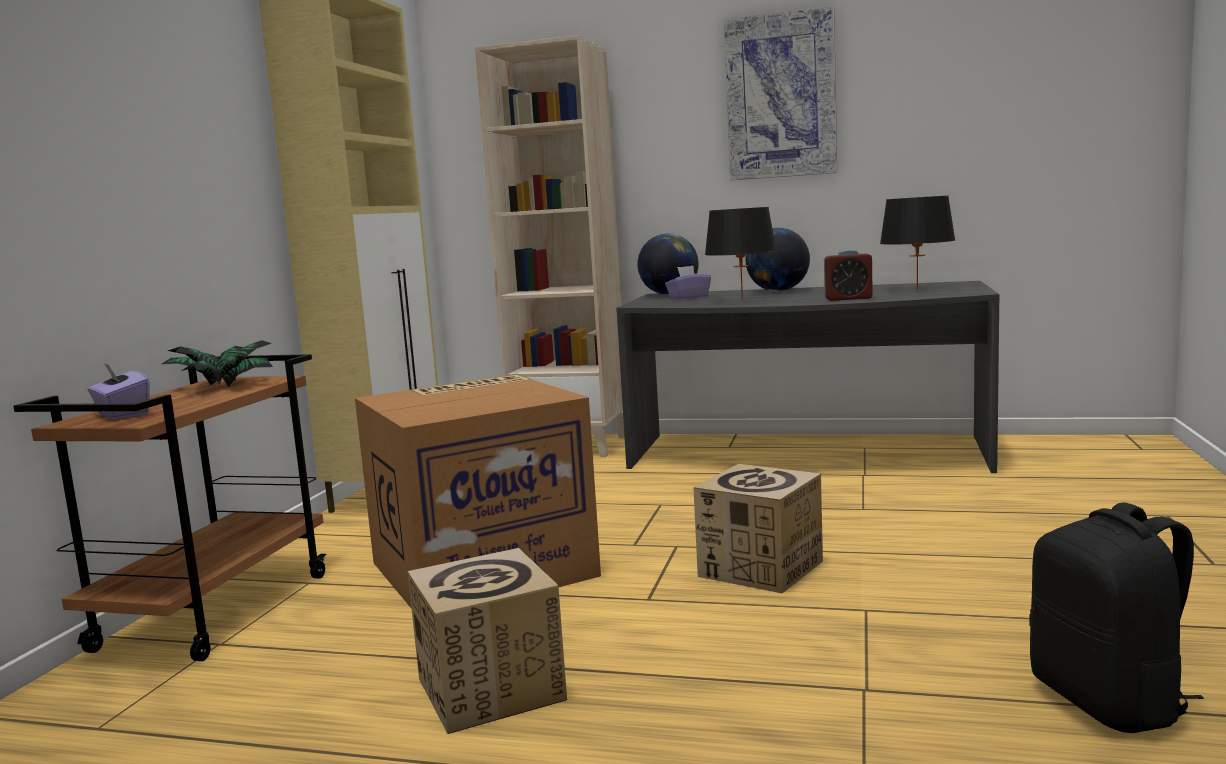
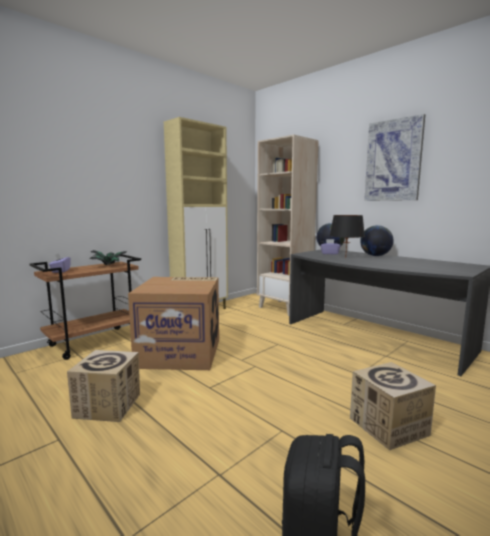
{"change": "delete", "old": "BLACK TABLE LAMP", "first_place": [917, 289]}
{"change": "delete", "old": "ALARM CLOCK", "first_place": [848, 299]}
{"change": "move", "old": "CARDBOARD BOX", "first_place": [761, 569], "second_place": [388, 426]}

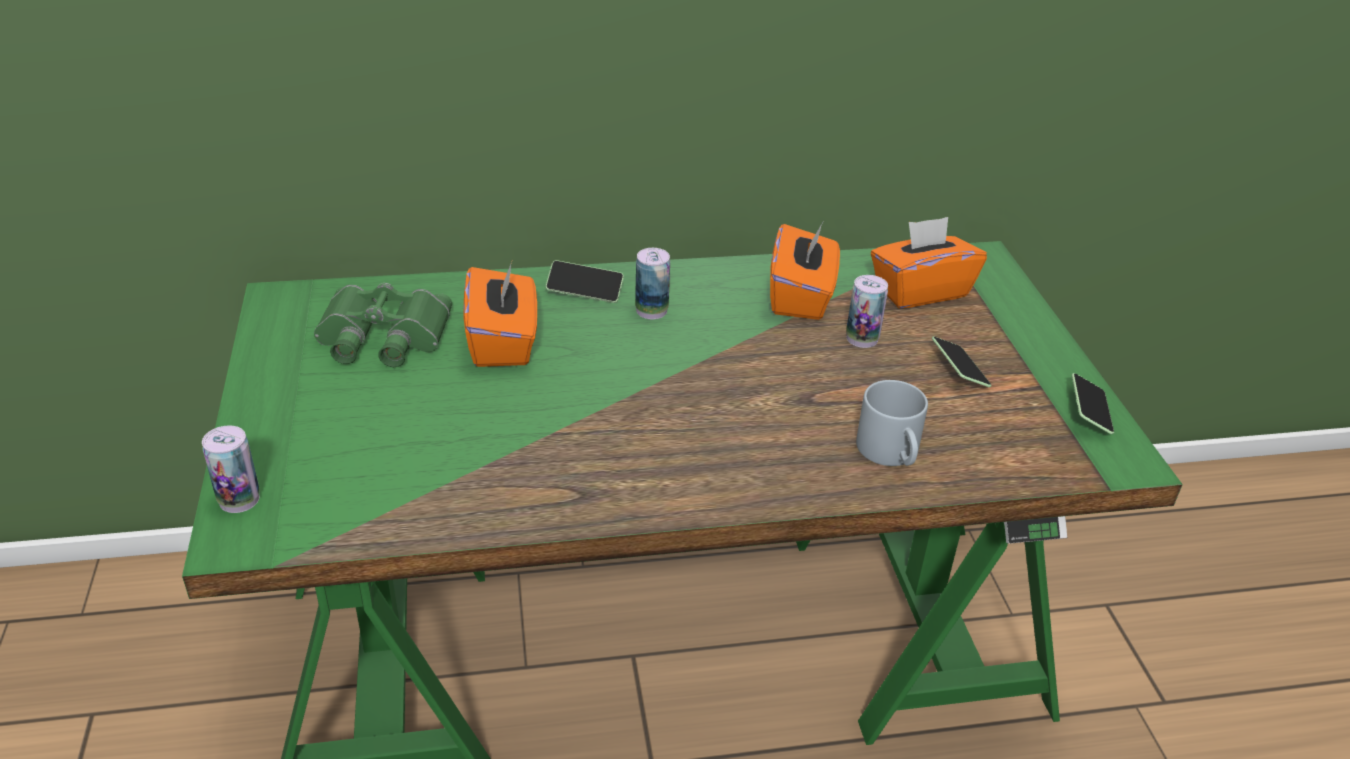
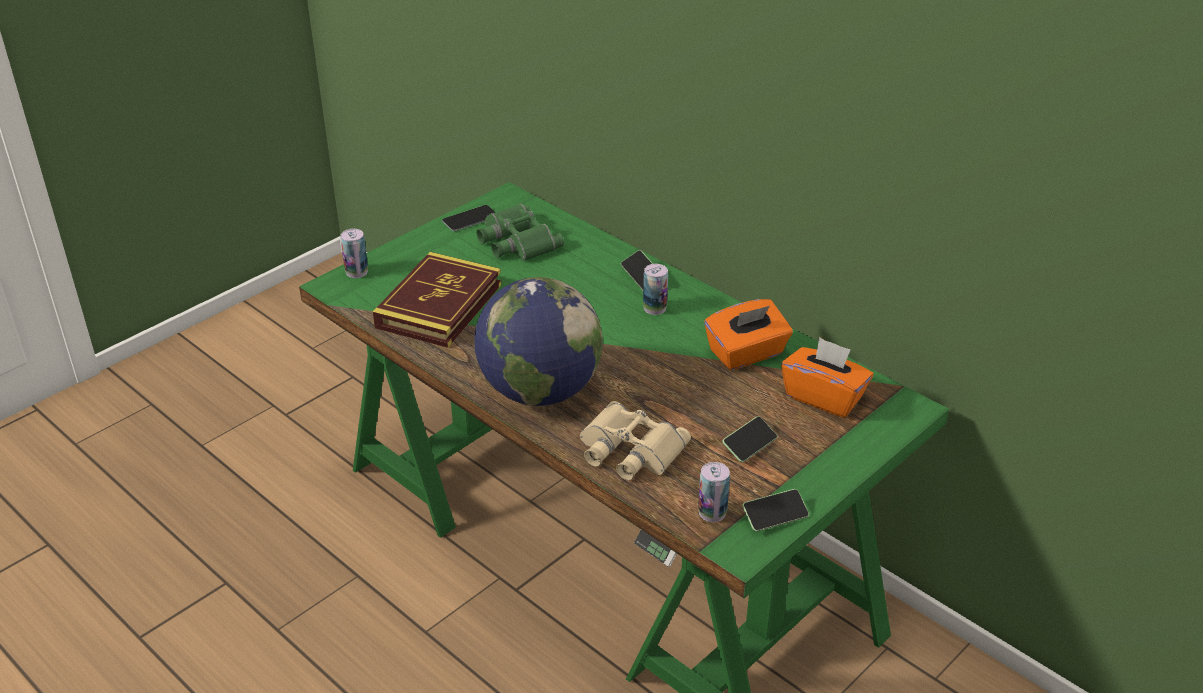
{"change": "delete", "old": "ORANGE TISSUE BOX", "first_place": [503, 342]}
{"change": "move", "old": "CAN", "first_place": [862, 338], "second_place": [712, 512]}
{"change": "replace", "old": "GREY MUG", "new": "BEIGE BINOCULARS", "first_place": [892, 453], "second_place": [628, 450]}
{"change": "insert", "new": "PHONE", "second_place": [470, 219]}
{"change": "insert", "new": "BOOK", "second_place": [439, 306]}
{"change": "insert", "new": "GLOBE", "second_place": [540, 391]}

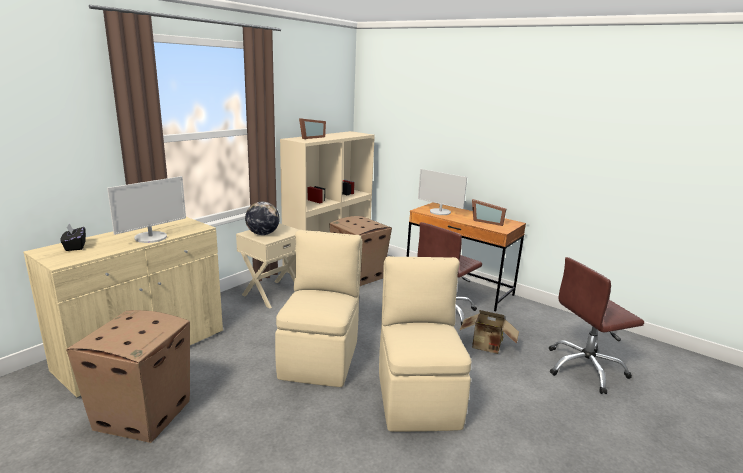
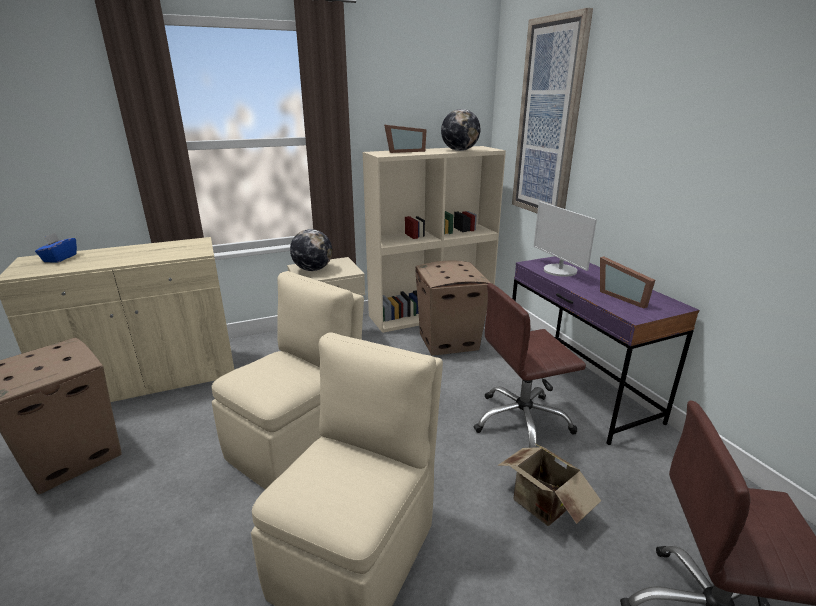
{"change": "delete", "old": "MONITOR", "first_place": [151, 237]}
{"change": "recolor", "old": "BROWN DESK", "new": "PURPLE DESK", "first_place": [458, 287], "second_place": [577, 388]}
{"change": "recolor", "old": "BLACK TISSUE BOX", "new": "BLUE TISSUE BOX", "first_place": [75, 246], "second_place": [60, 258]}
{"change": "insert", "new": "PICTURE", "second_place": [548, 121]}
{"change": "insert", "new": "GLOBE", "second_place": [459, 150]}

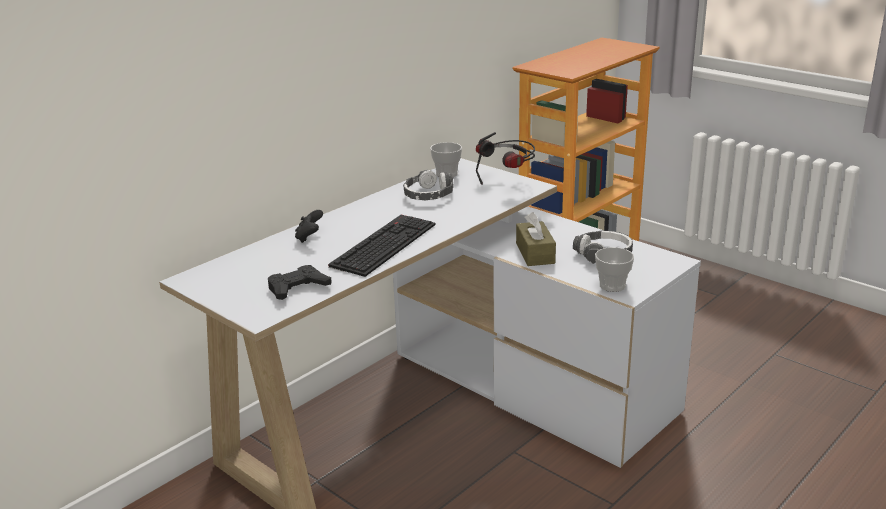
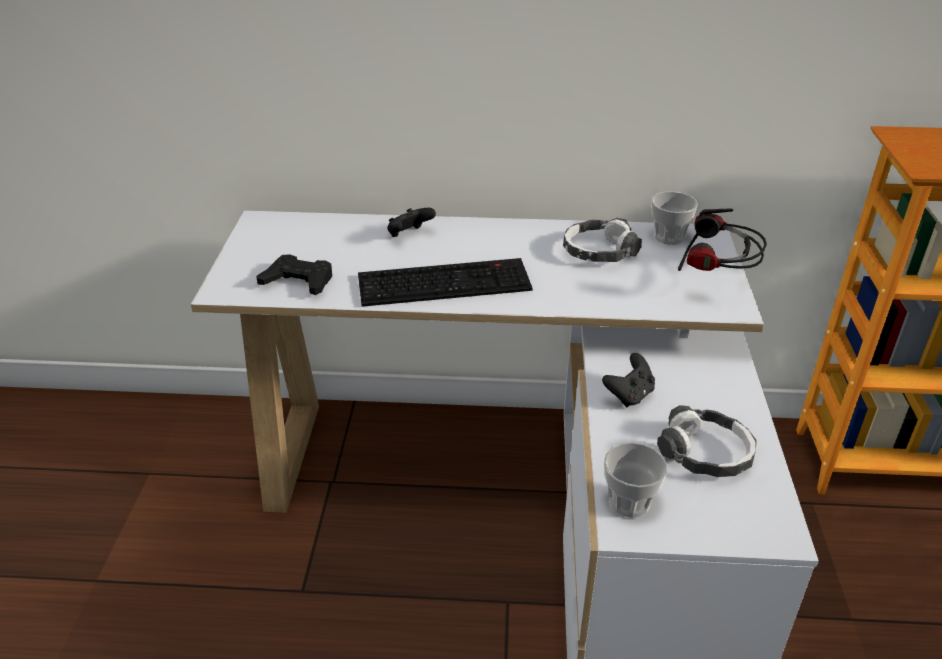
{"change": "replace", "old": "BROWN TISSUE BOX", "new": "BLACK GAME CONTROLLER", "first_place": [535, 253], "second_place": [629, 395]}

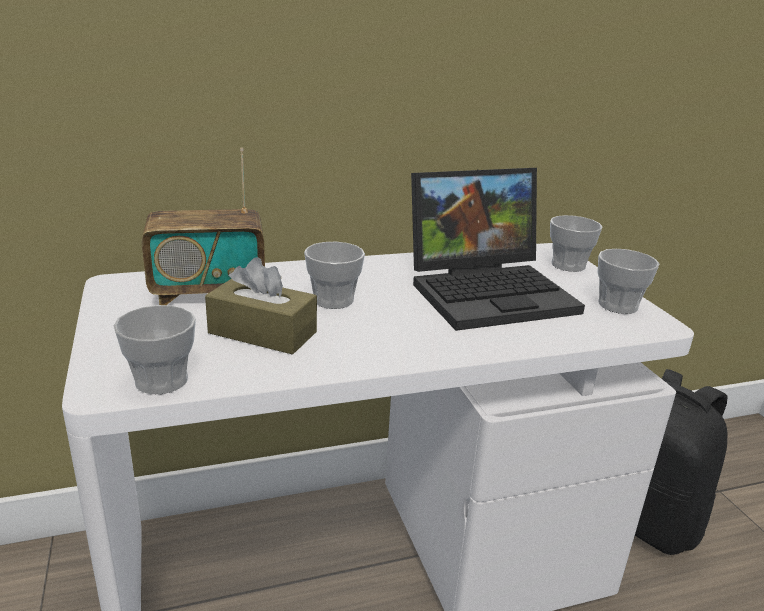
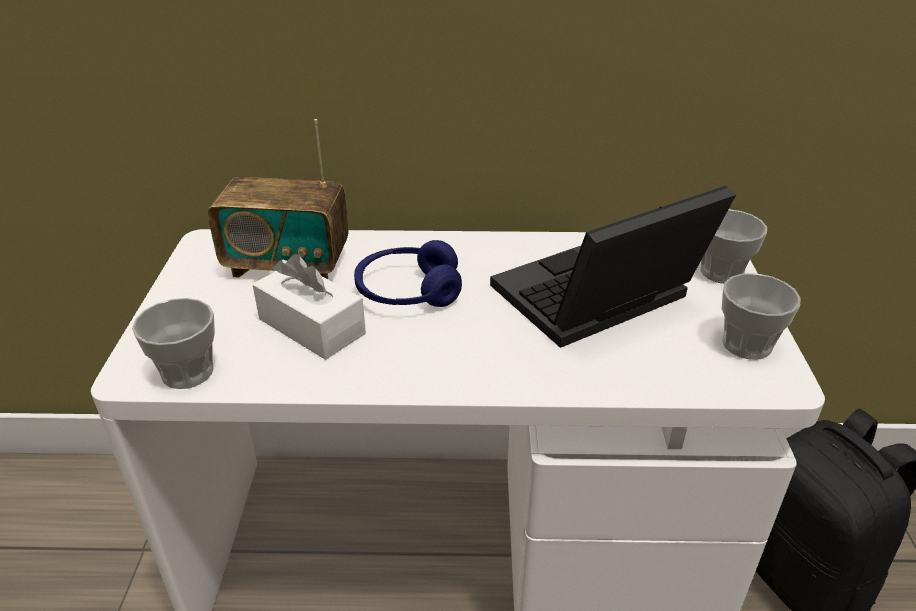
{"change": "rotate", "old": "LAPTOP", "first_place": [491, 291], "second_place": [595, 302], "degrees": 150}
{"change": "replace", "old": "CUP", "new": "BLUE HEADPHONES", "first_place": [333, 300], "second_place": [408, 292]}
{"change": "recolor", "old": "BROWN TISSUE BOX", "new": "WHITE TISSUE BOX", "first_place": [262, 333], "second_place": [311, 326]}

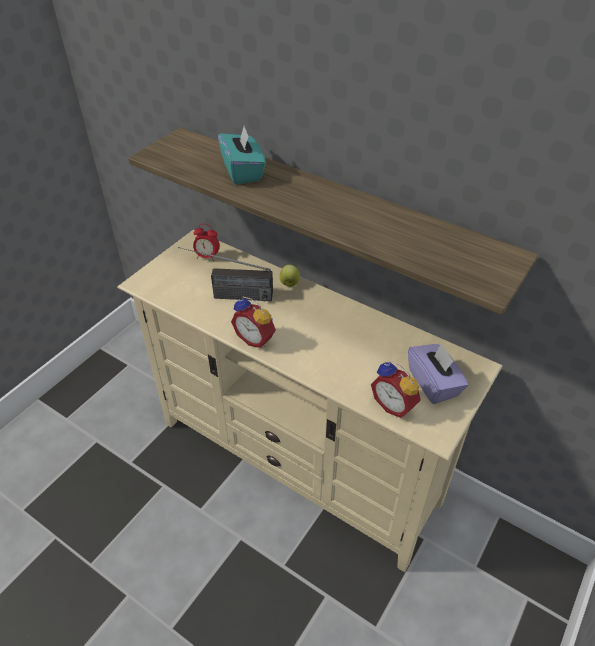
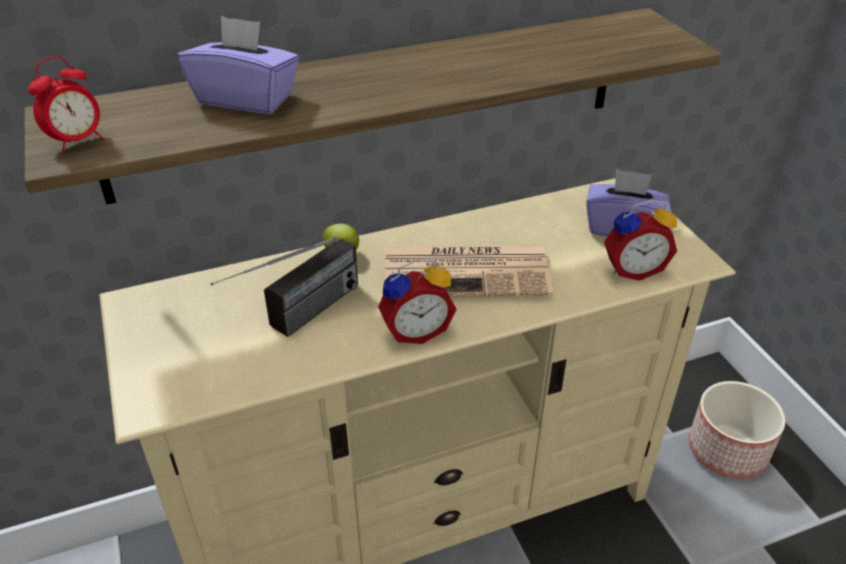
{"change": "recolor", "old": "TURQUOISE TISSUE BOX", "new": "PURPLE TISSUE BOX", "first_place": [243, 171], "second_place": [246, 99]}
{"change": "move", "old": "ALARM CLOCK", "first_place": [207, 257], "second_place": [78, 142]}
{"change": "insert", "new": "NEWSPAPER", "second_place": [468, 271]}
{"change": "insert", "new": "PLANTER", "second_place": [728, 450]}

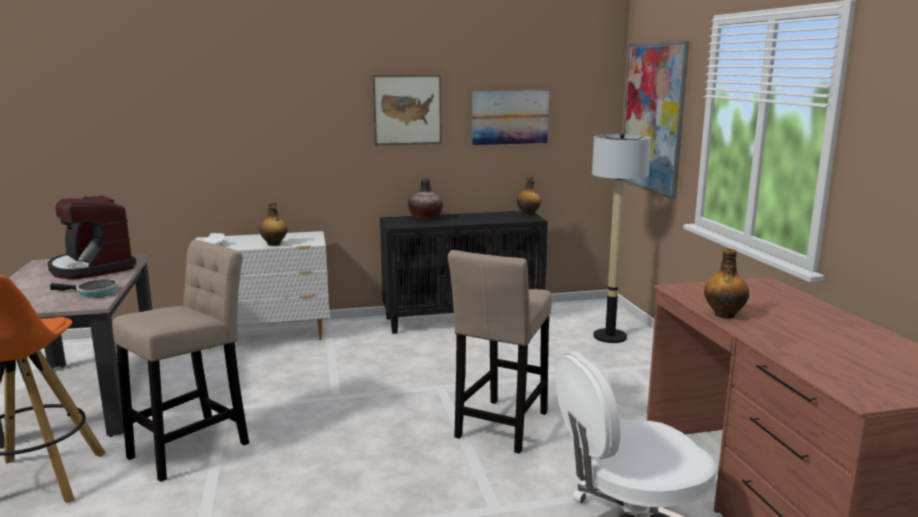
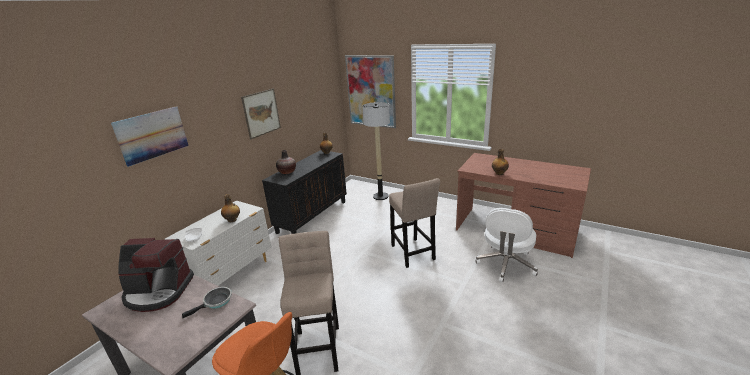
{"change": "move", "old": "PICTURE", "first_place": [510, 117], "second_place": [152, 135]}

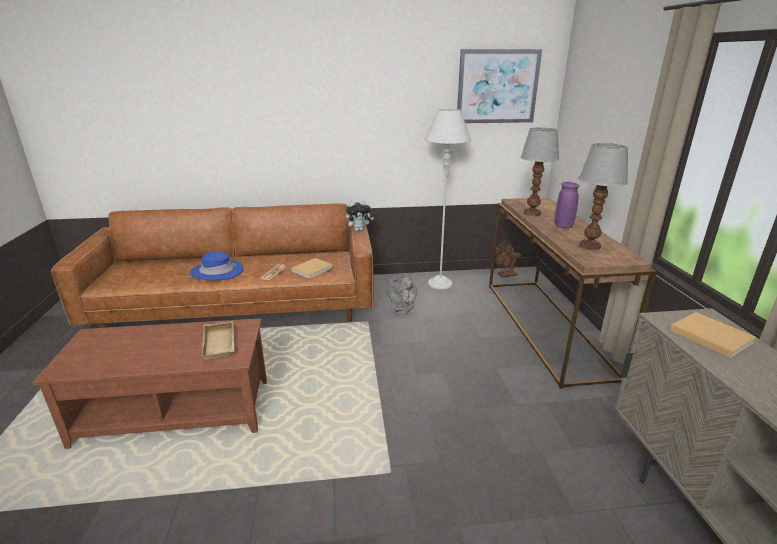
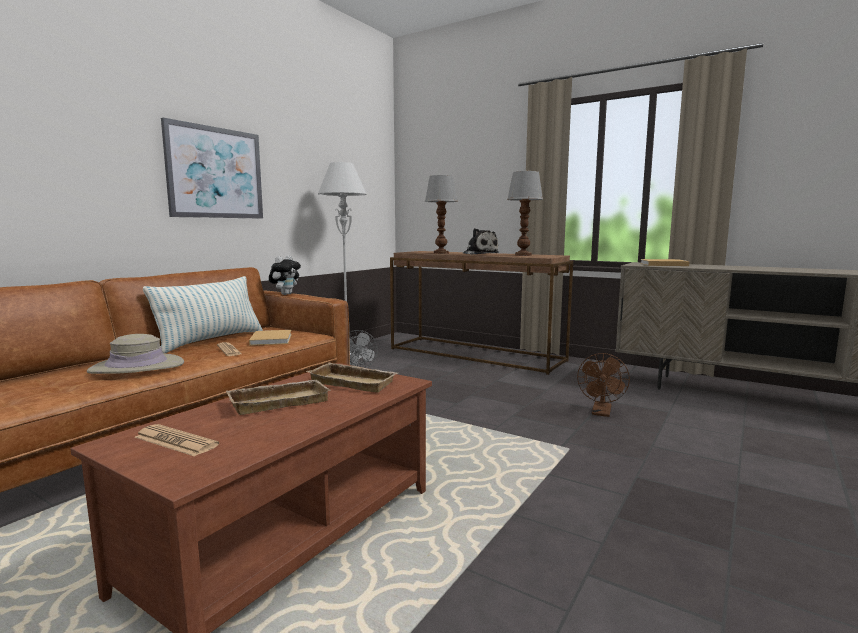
{"change": "move", "old": "PICTURE", "first_place": [497, 87], "second_place": [215, 173]}
{"change": "replace", "old": "PURPLE VASE", "new": "PLUSH TOY", "first_place": [563, 226], "second_place": [479, 254]}
{"change": "move", "old": "BROWN FAN", "first_place": [504, 275], "second_place": [601, 413]}
{"change": "recolor", "old": "BLUE HAT", "new": "BEIGE HAT", "first_place": [217, 271], "second_place": [137, 367]}
{"change": "insert", "new": "PILLOW", "second_place": [211, 341]}
{"change": "insert", "new": "BEIGE TRAY", "second_place": [279, 401]}
{"change": "insert", "new": "NEWSPAPER", "second_place": [176, 441]}

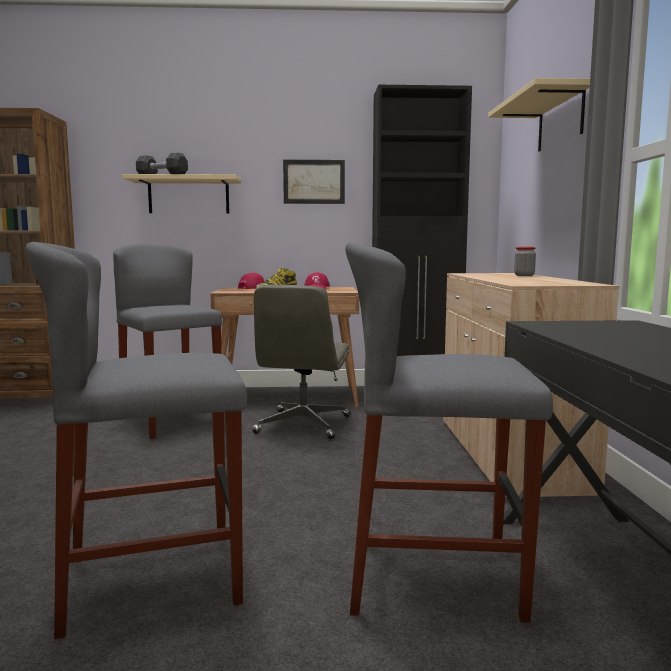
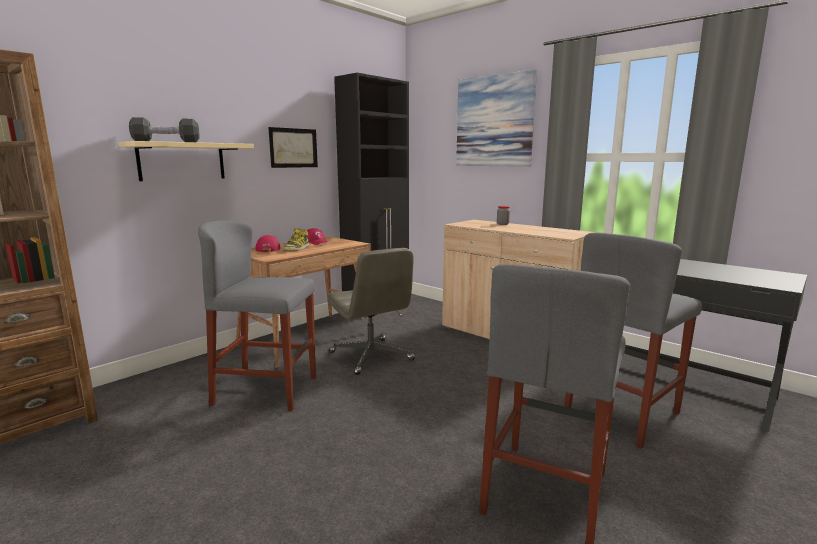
{"change": "replace", "old": "BEIGE SHELF", "new": "PICTURE", "first_place": [560, 120], "second_place": [494, 121]}

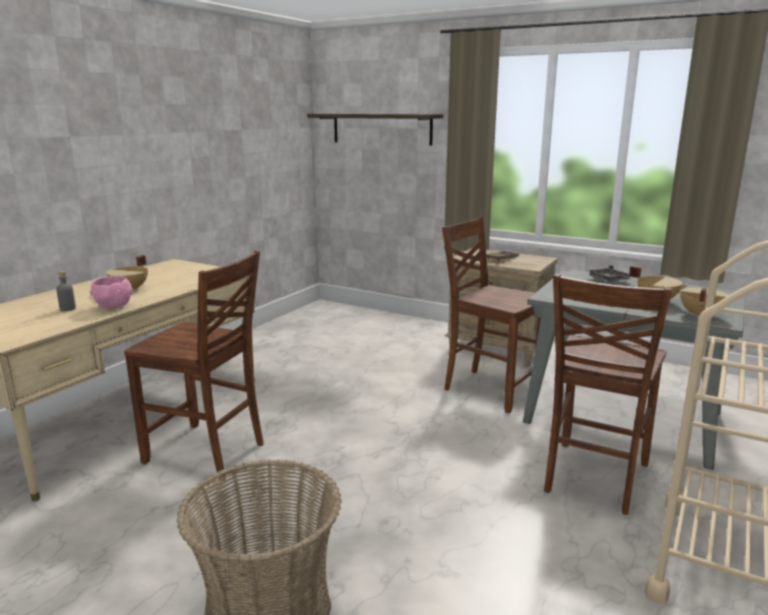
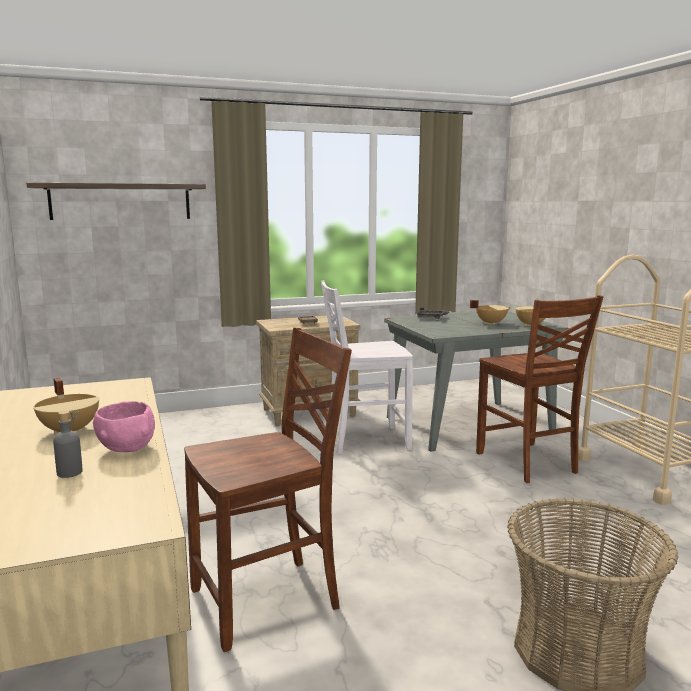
{"change": "recolor", "old": "BROWN CHAIR", "new": "WHITE CHAIR", "first_place": [489, 389], "second_place": [365, 440]}

